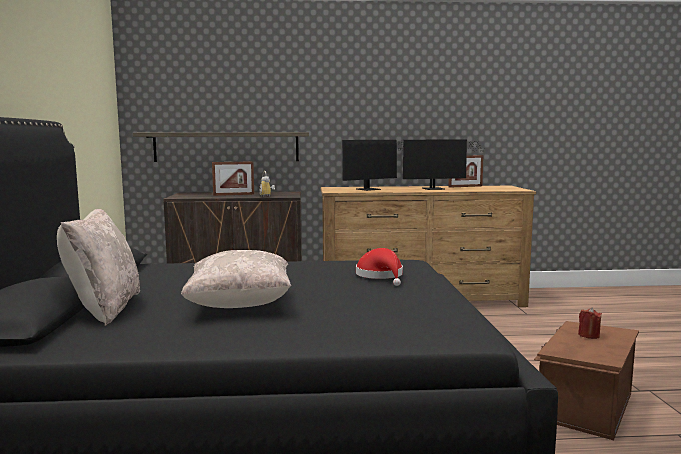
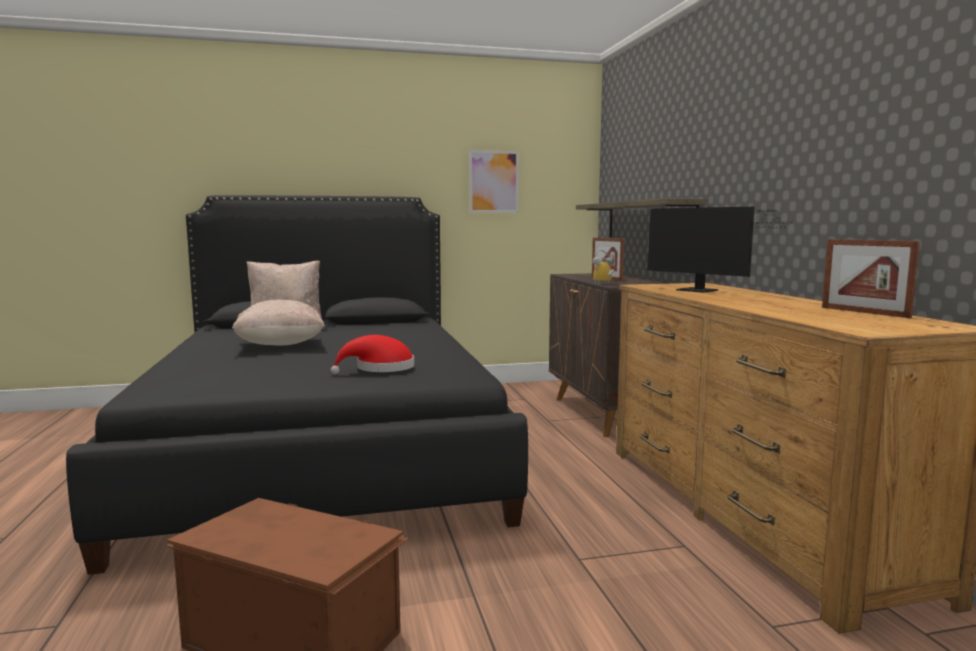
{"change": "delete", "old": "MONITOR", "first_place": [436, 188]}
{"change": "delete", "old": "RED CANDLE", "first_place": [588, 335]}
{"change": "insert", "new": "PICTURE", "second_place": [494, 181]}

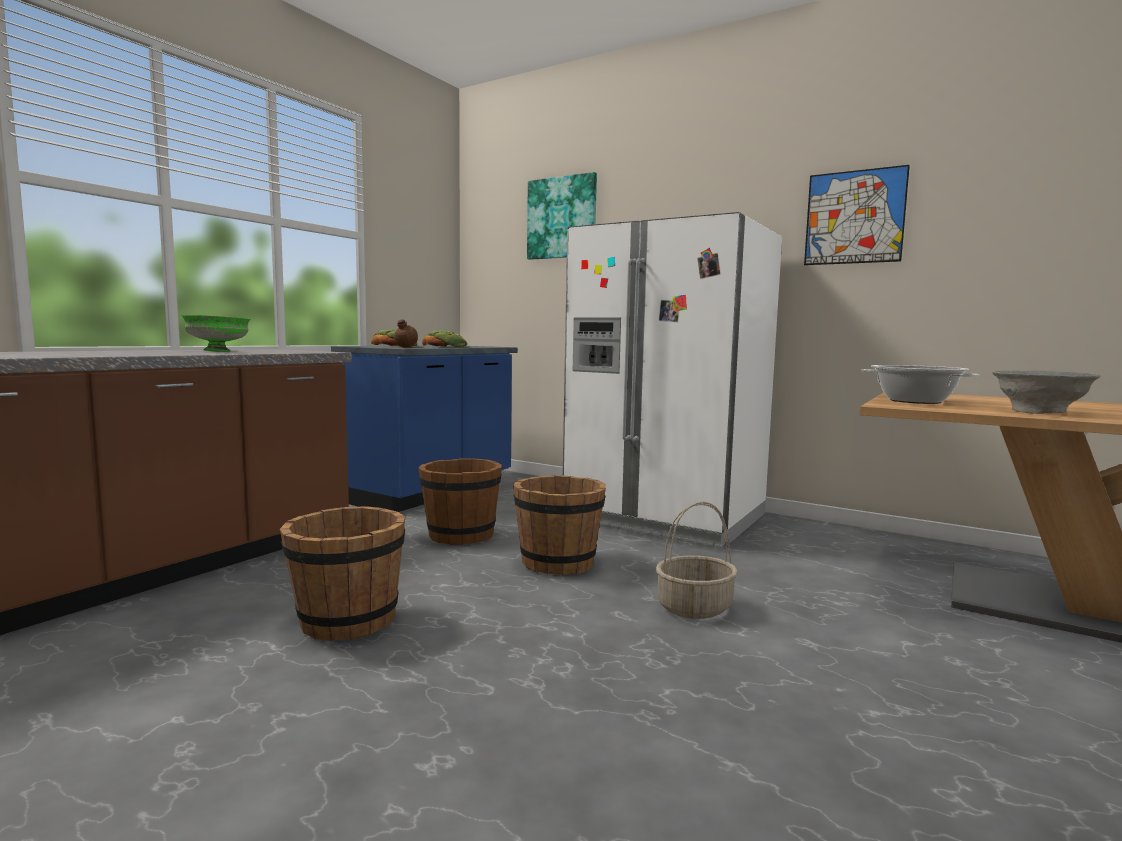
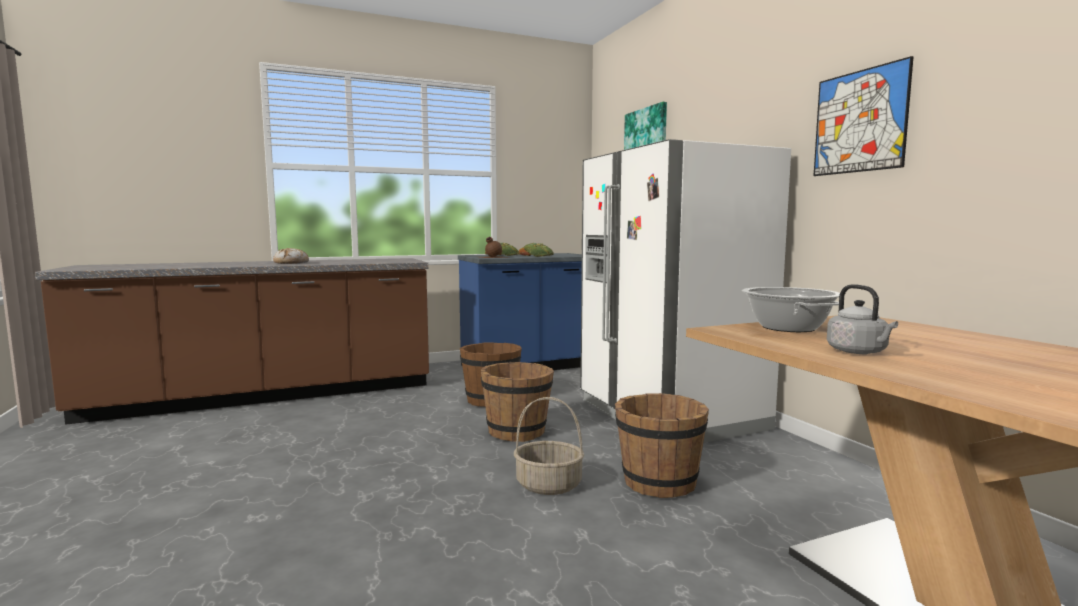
{"change": "delete", "old": "GREEN BOWL", "first_place": [218, 351]}
{"change": "replace", "old": "GREY BOWL", "new": "GREY KETTLE", "first_place": [1039, 412], "second_place": [859, 352]}
{"change": "move", "old": "BROWN BUCKET", "first_place": [347, 621], "second_place": [658, 482]}
{"change": "insert", "new": "BREAD", "second_place": [291, 263]}

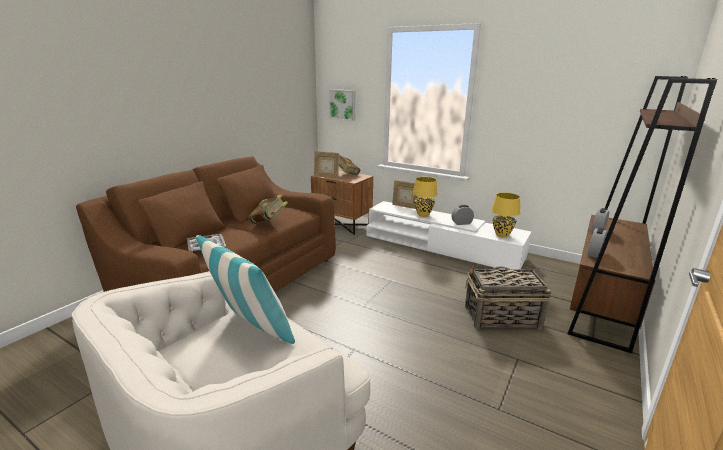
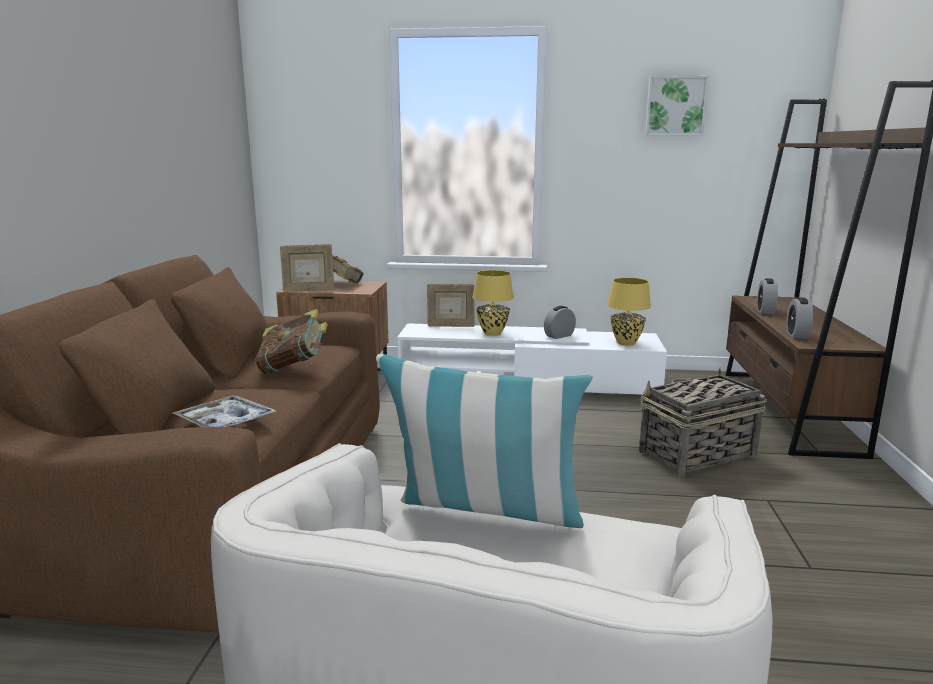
{"change": "move", "old": "PICTURE", "first_place": [343, 105], "second_place": [675, 106]}

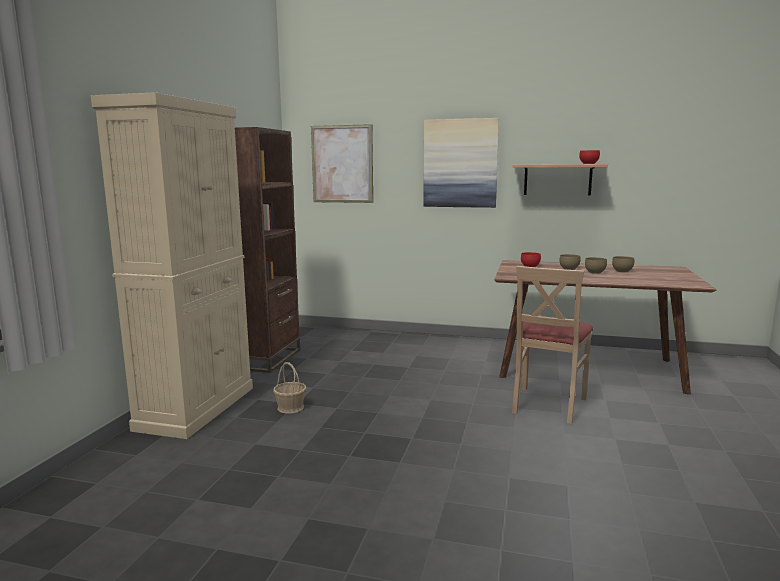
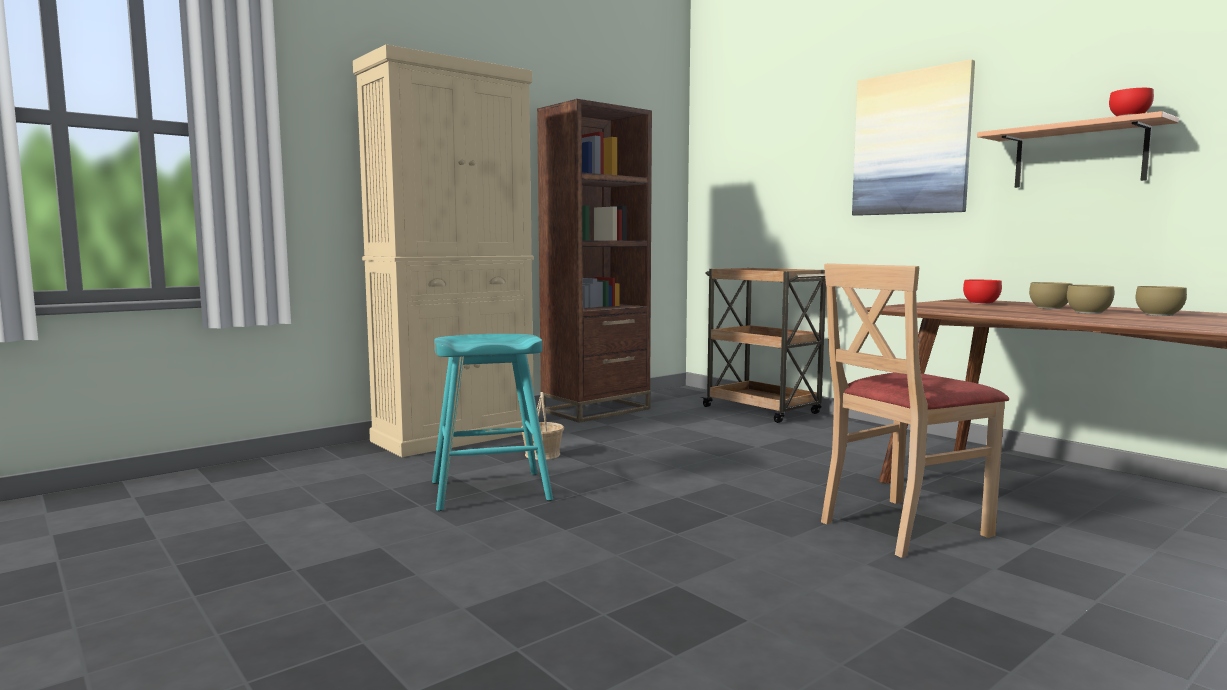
{"change": "delete", "old": "PICTURE", "first_place": [342, 164]}
{"change": "insert", "new": "BROWN CART", "second_place": [763, 410]}
{"change": "insert", "new": "TURQUOISE STOOL", "second_place": [490, 491]}

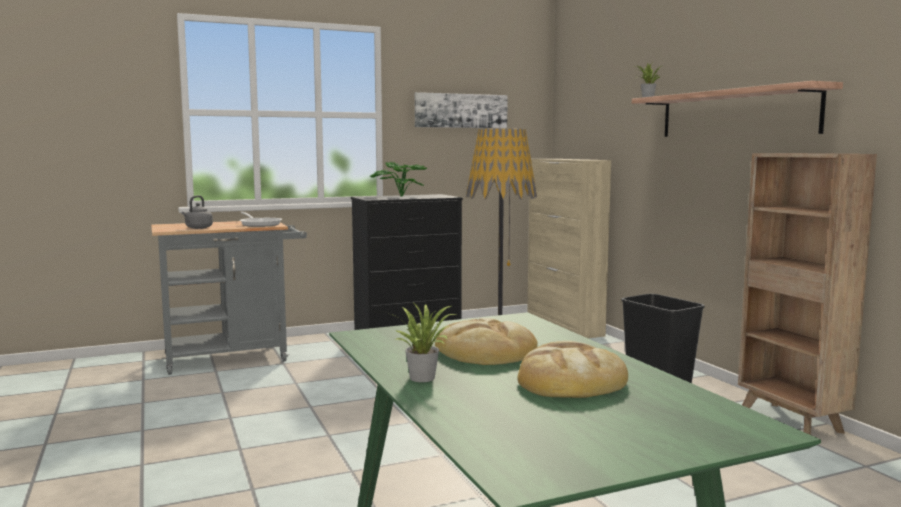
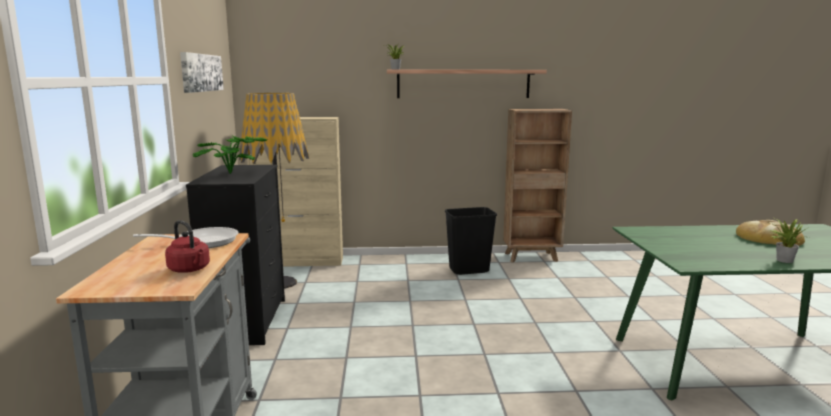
{"change": "recolor", "old": "GREY KETTLE", "new": "RED KETTLE", "first_place": [198, 228], "second_place": [190, 270]}
{"change": "delete", "old": "BREAD", "first_place": [486, 351]}

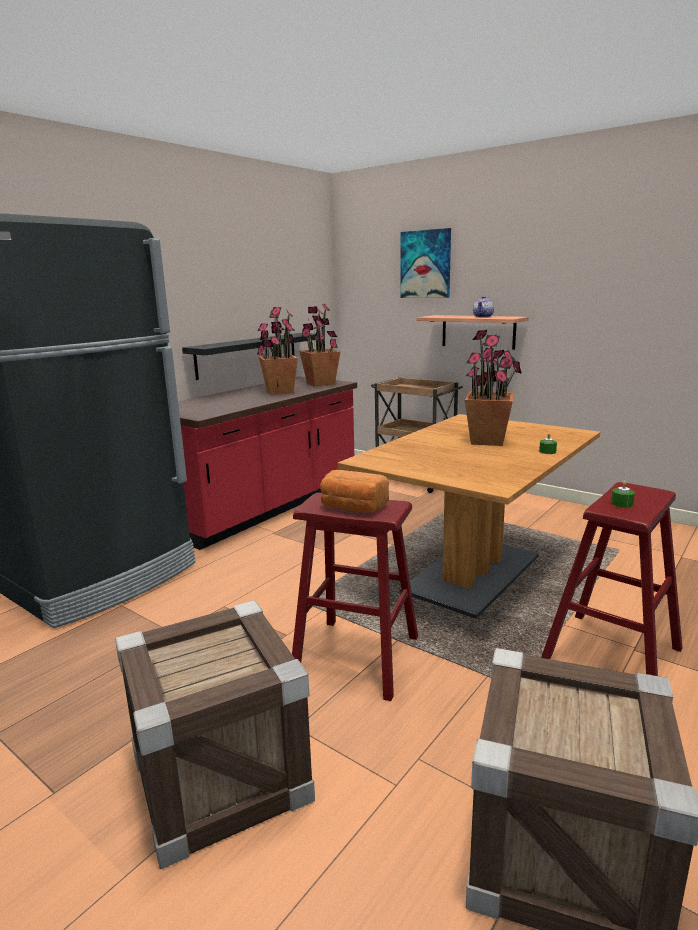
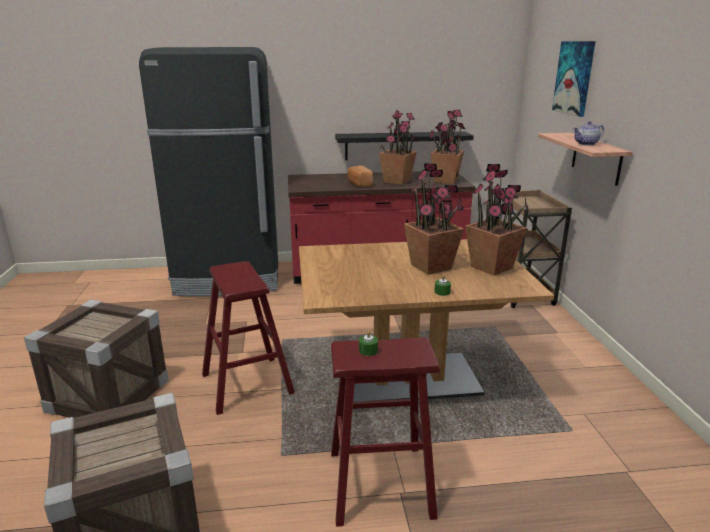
{"change": "move", "old": "BREAD", "first_place": [352, 508], "second_place": [359, 184]}
{"change": "insert", "new": "POTTED PLANT", "second_place": [492, 267]}

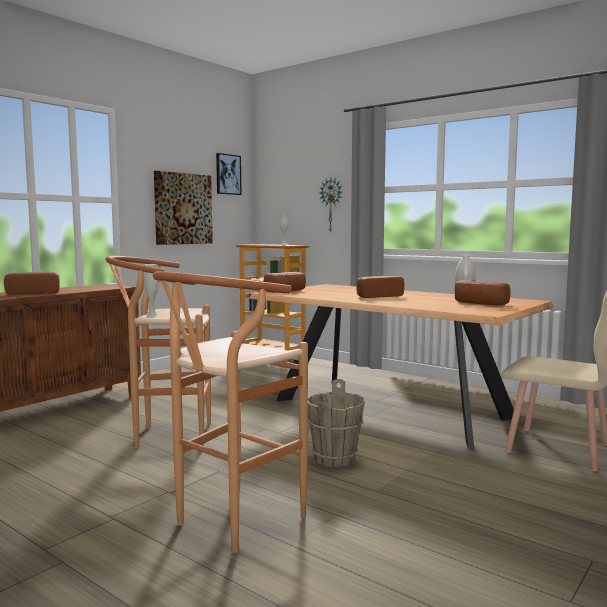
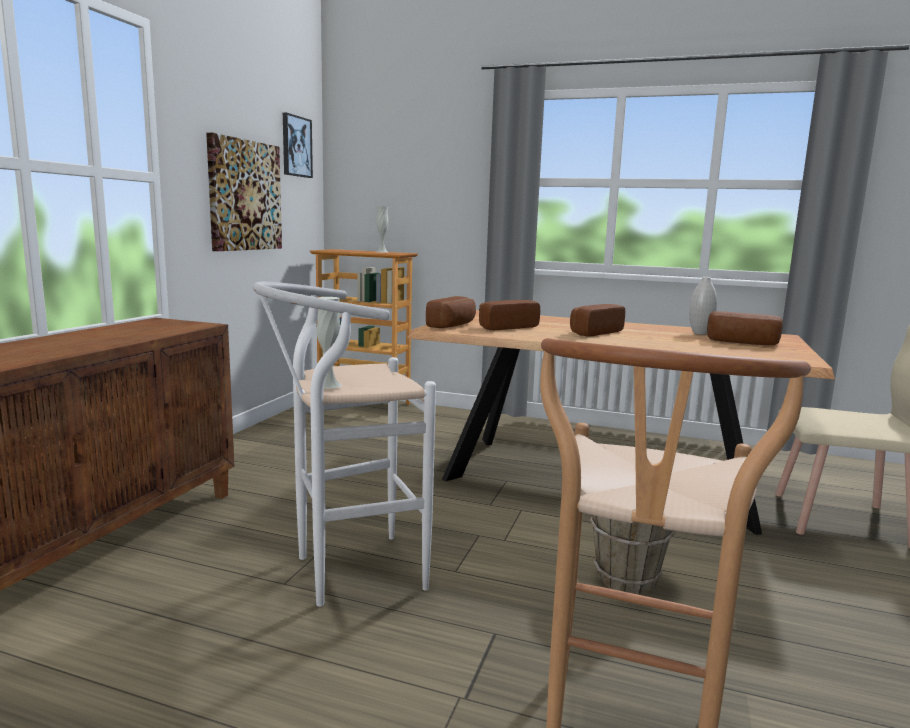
{"change": "delete", "old": "WALL CLOCK", "first_place": [332, 205]}
{"change": "recolor", "old": "BROWN STOOL", "new": "WHITE STOOL", "first_place": [165, 436], "second_place": [346, 573]}
{"change": "move", "old": "BREAD", "first_place": [34, 293], "second_place": [505, 327]}

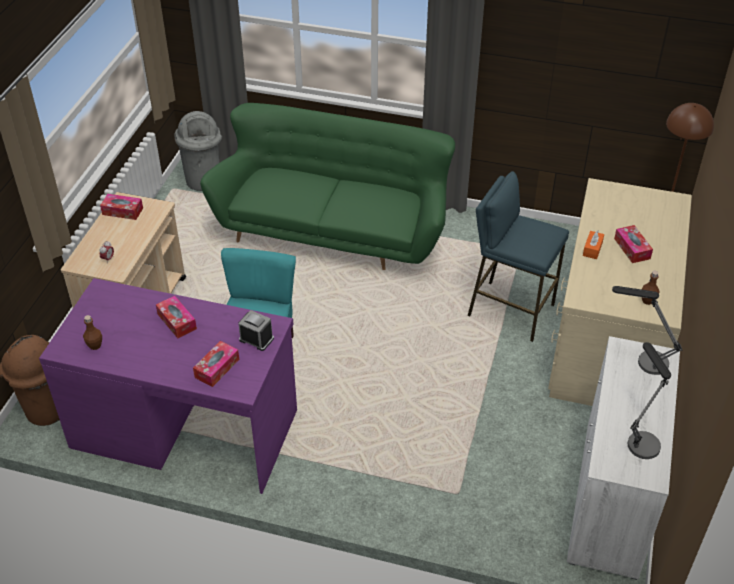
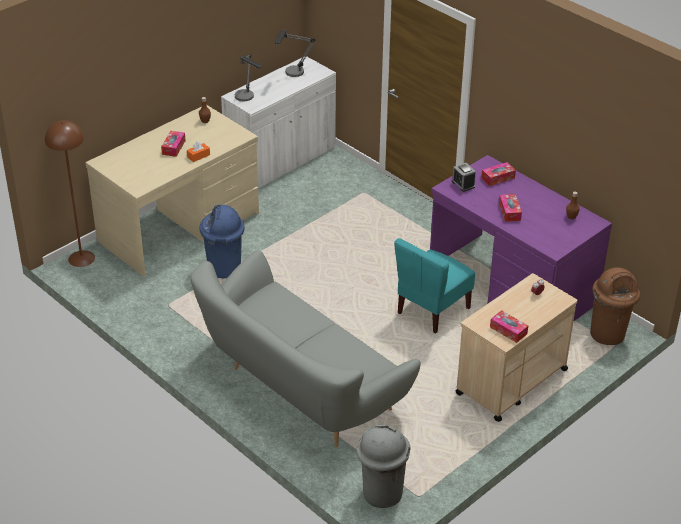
{"change": "recolor", "old": "GREEN SOFA", "new": "GREY SOFA", "first_place": [334, 231], "second_place": [298, 384]}
{"change": "replace", "old": "BLUE STOOL", "new": "BLUE TRASH CAN", "first_place": [510, 310], "second_place": [224, 269]}

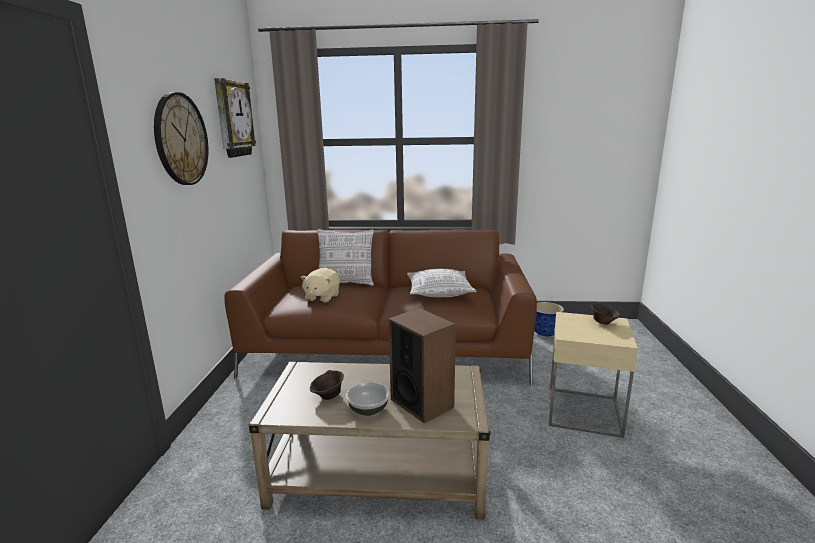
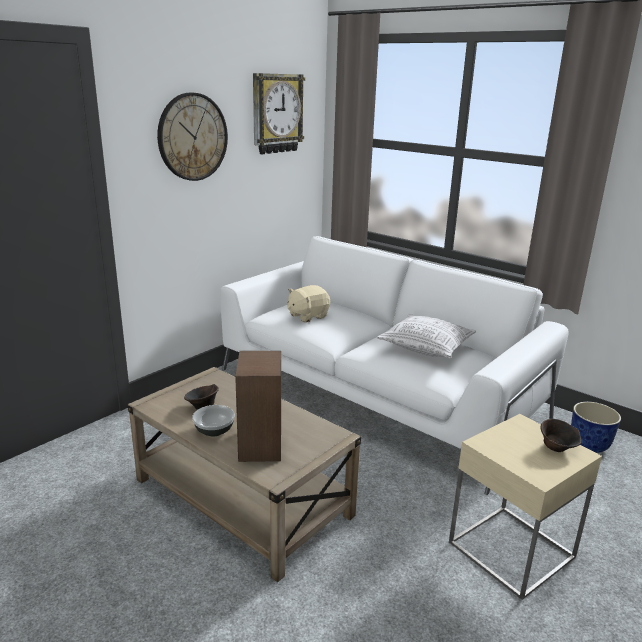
{"change": "delete", "old": "PILLOW", "first_place": [346, 283]}
{"change": "recolor", "old": "BROWN SOFA", "new": "WHITE SOFA", "first_place": [387, 350], "second_place": [376, 394]}

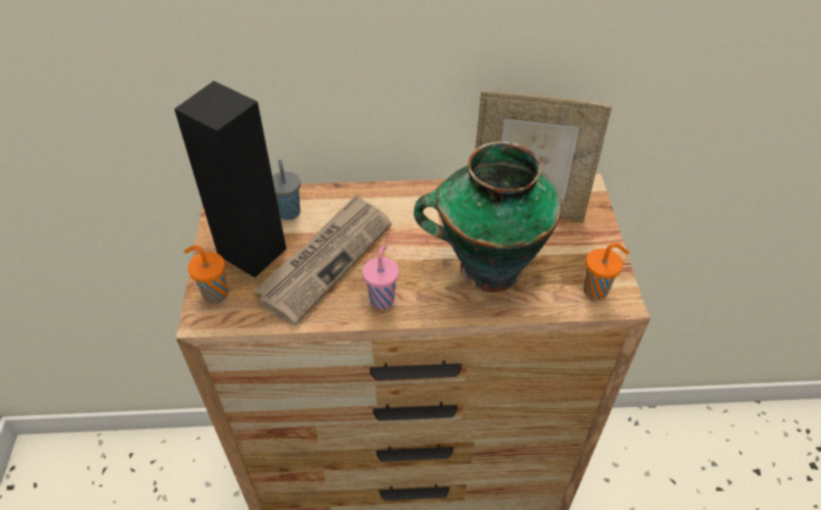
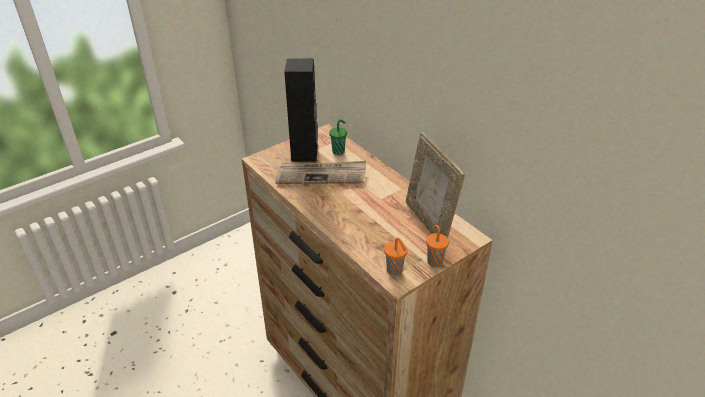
{"change": "delete", "old": "VASE", "first_place": [486, 268]}
{"change": "recolor", "old": "GREY CUP", "new": "GREEN CUP", "first_place": [289, 211], "second_place": [339, 151]}
{"change": "move", "old": "ORANGE CUP", "first_place": [214, 294], "second_place": [434, 261]}
{"change": "delete", "old": "PINK CUP", "first_place": [382, 299]}

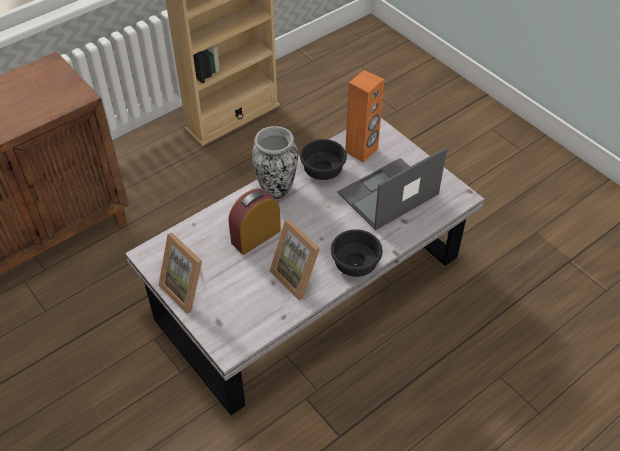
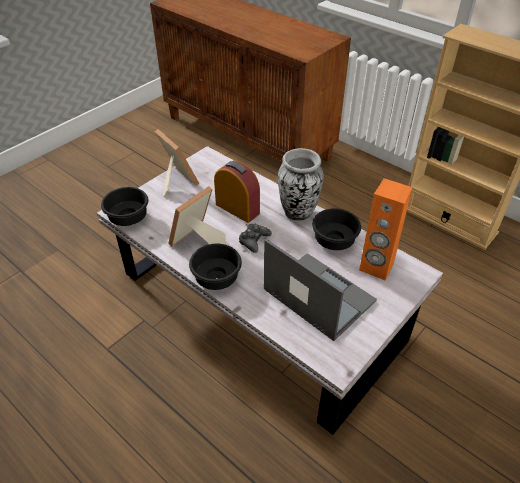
{"change": "rotate", "old": "PICTURE FRAME", "first_place": [188, 289], "second_place": [175, 181], "degrees": 105}
{"change": "insert", "new": "BLACK BOWL", "second_place": [129, 218]}
{"change": "insert", "new": "BLACK GAME CONTROLLER", "second_place": [254, 240]}

